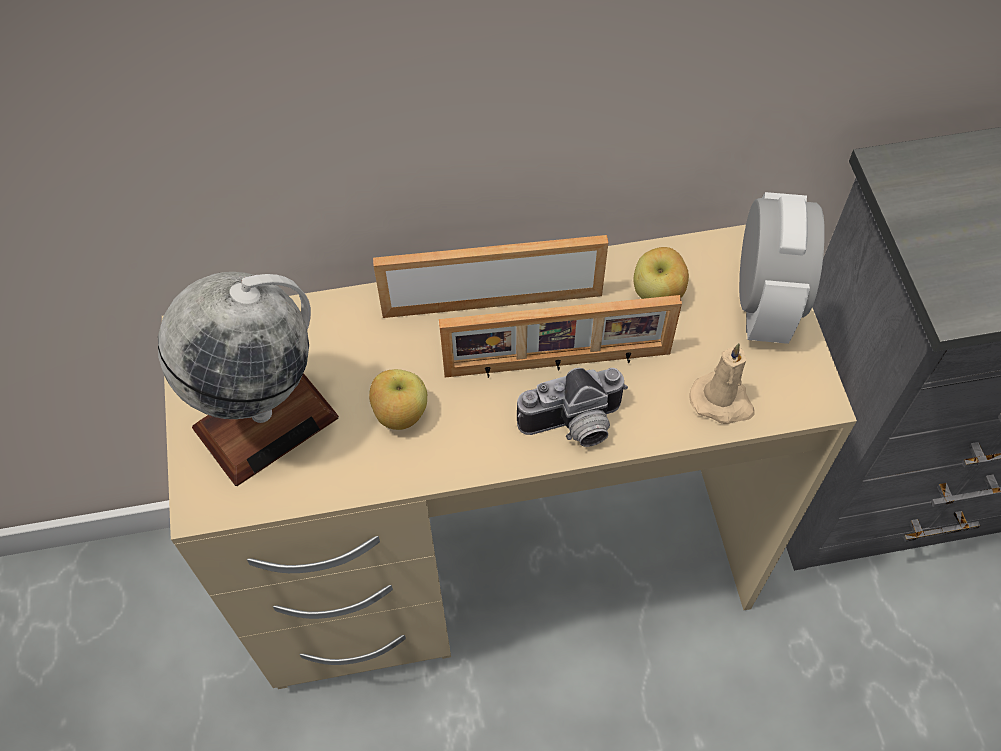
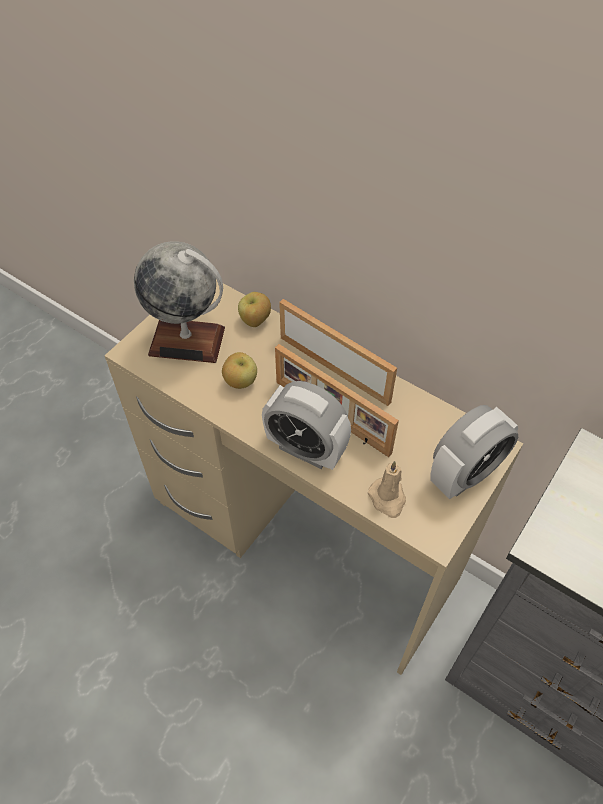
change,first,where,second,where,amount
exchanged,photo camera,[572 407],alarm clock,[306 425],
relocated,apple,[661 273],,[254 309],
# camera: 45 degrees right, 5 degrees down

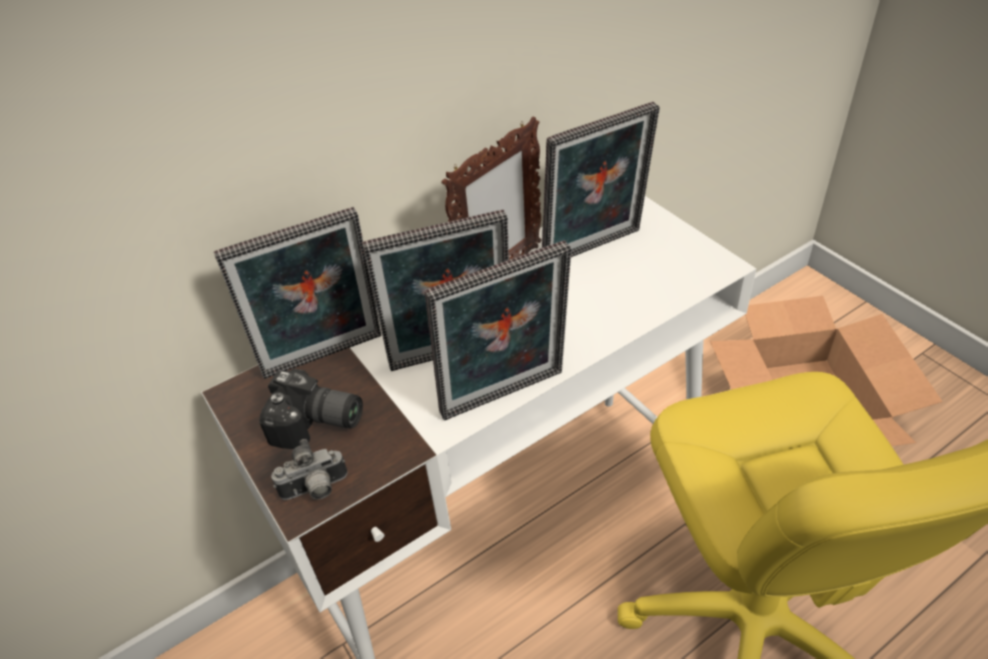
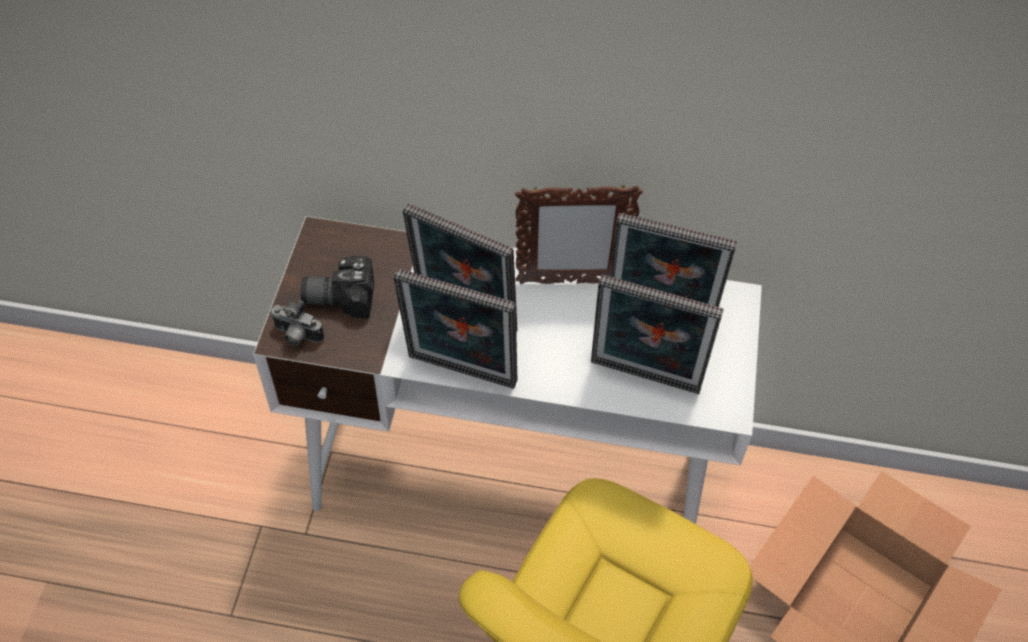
change,first,where,second,where,amount
relocated,picture frame,[297 293],,[657 334],
spun,photo camera,[311 409],,[337 287],120 degrees clockwise
# camera: 40 degrees right, 10 degrees up

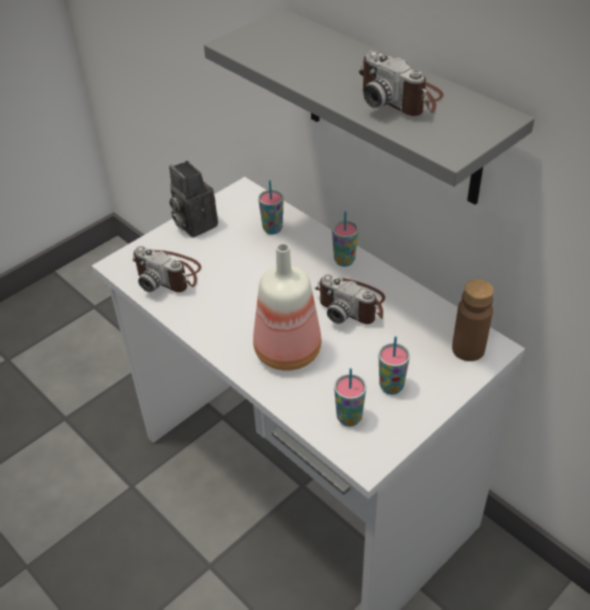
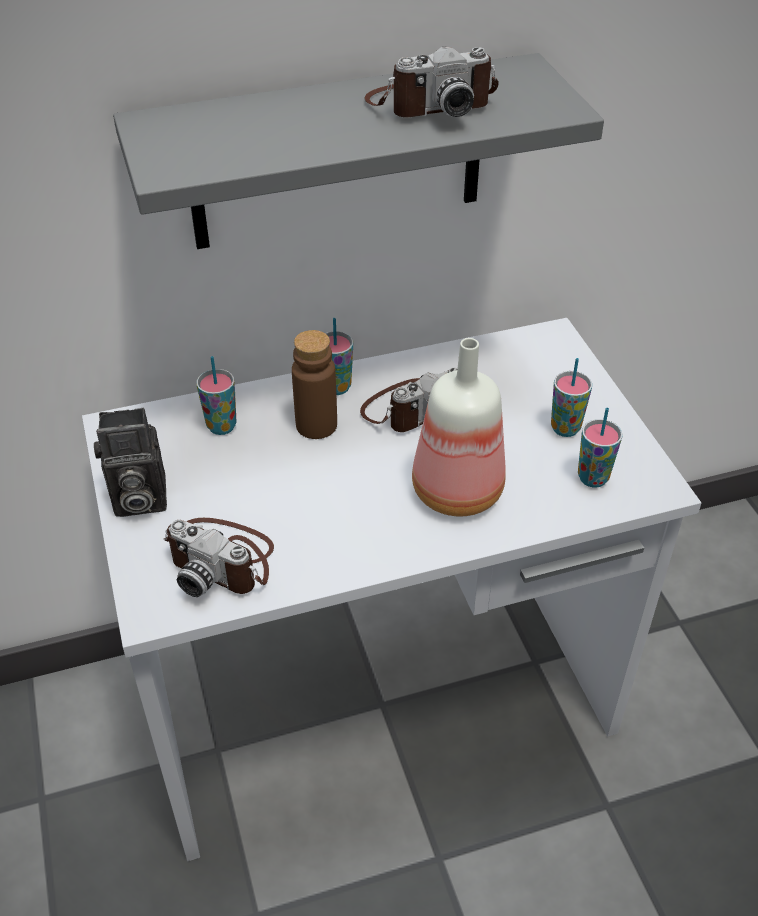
change,first,where,second,where,amount
spun,photo camera,[166 269],,[219 557],60 degrees clockwise
relocated,brown bottle,[473 320],,[314 384],
# camera: 65 degrees left, 0 degrees up

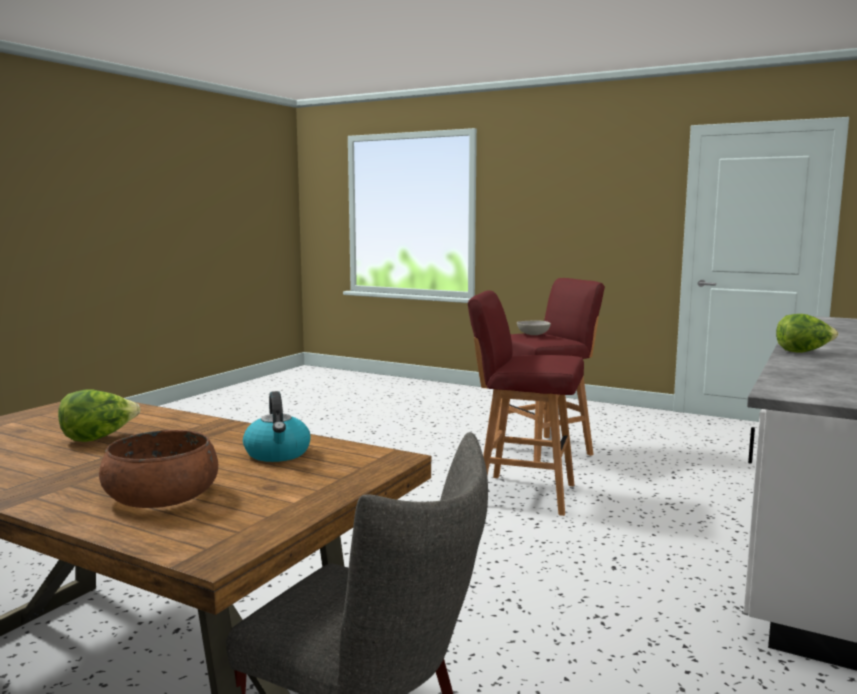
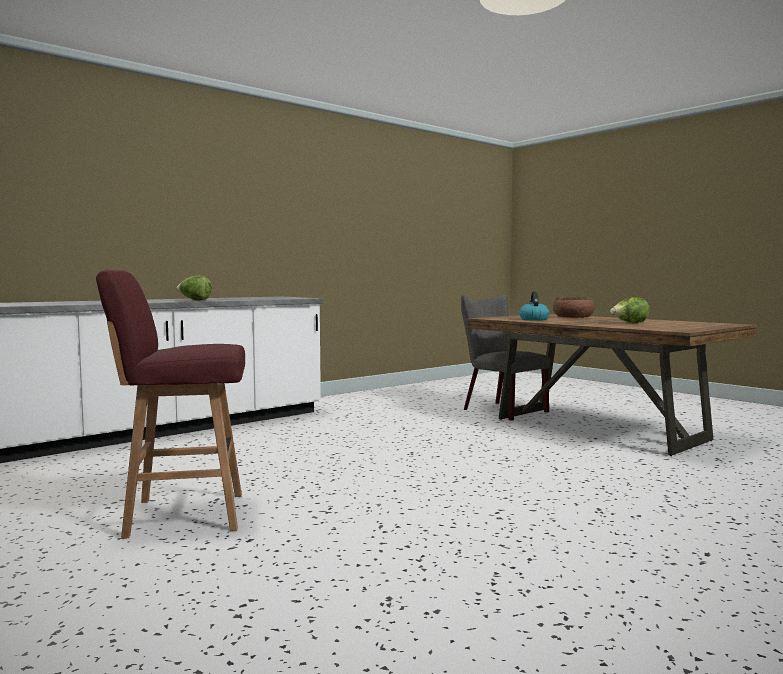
change,first,where,second,where,amount
missing,red stool,[526 403],,,
missing,grey bowl,[534 327],,,
# camera: 160 degrees left, 5 degrees down

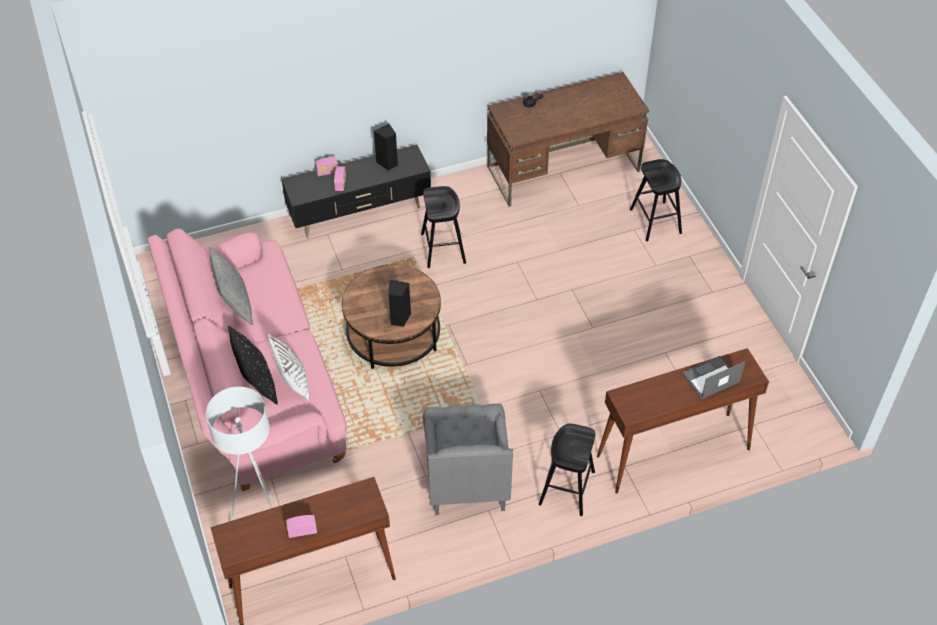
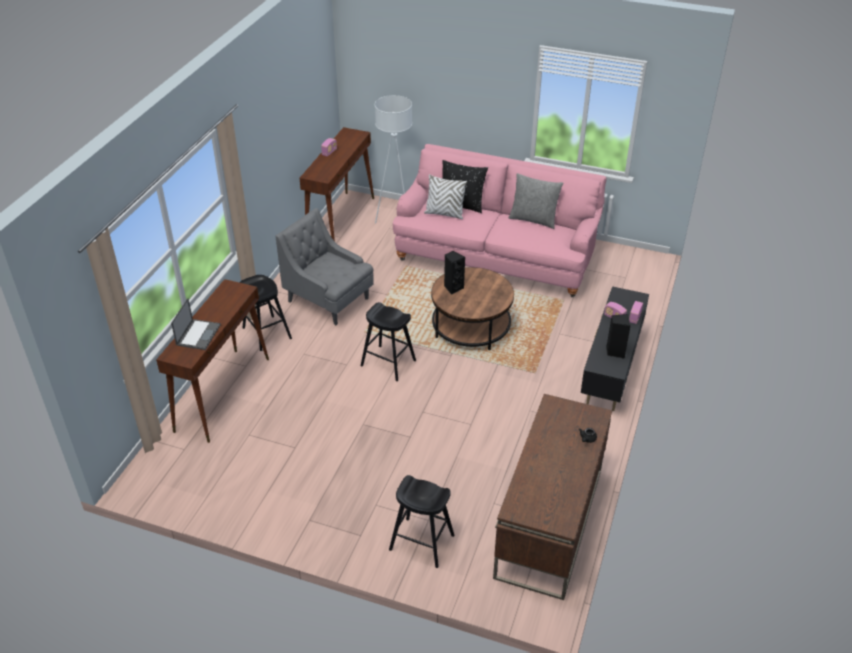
change,first,where,second,where,amount
relocated,black stool,[443 227],,[388 341],
# camera: 130 degrees right, 10 degrees down

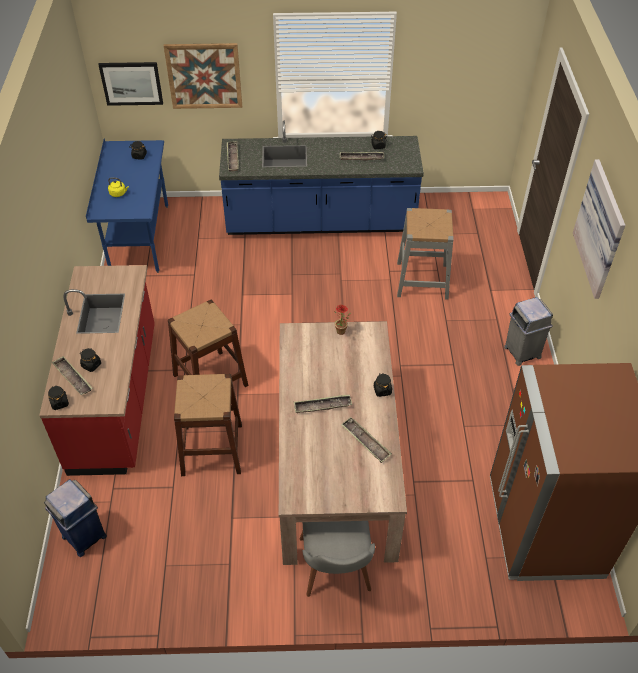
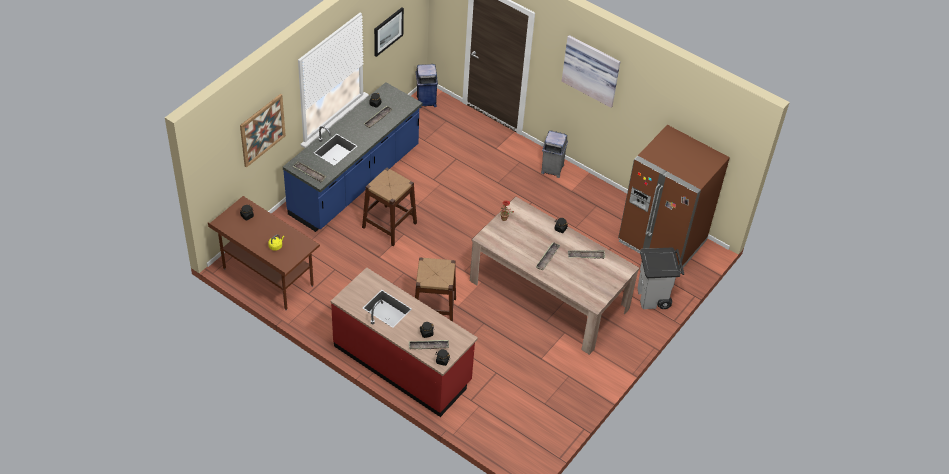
change,first,where,second,where,amount
relocated,blue trash can,[75 518],,[427 86],
colour,blue desk,[127 205],brown desk,[264 253],
relocated,picture,[130 84],,[389 32],
relocated,brown stool,[208 425],,[389 207],
missing,grey chair,[337 559],,,
missing,grey stool,[425 253],,,
appeared,,,grey trash can,[660 278],
# camera: 55 degrees left, 0 degrees up

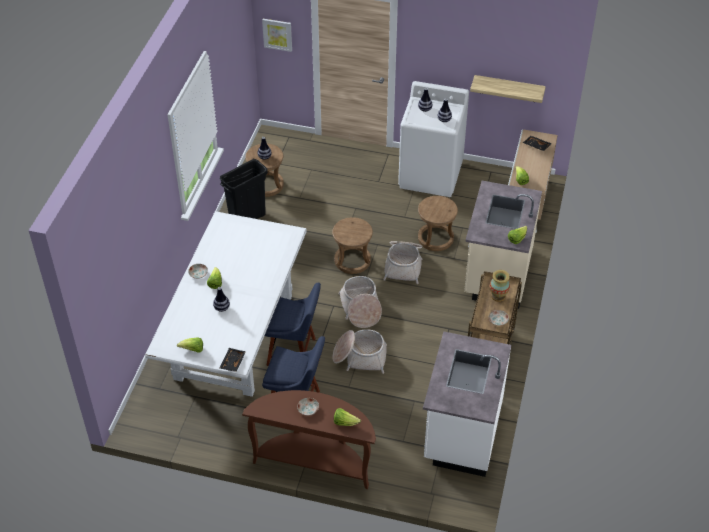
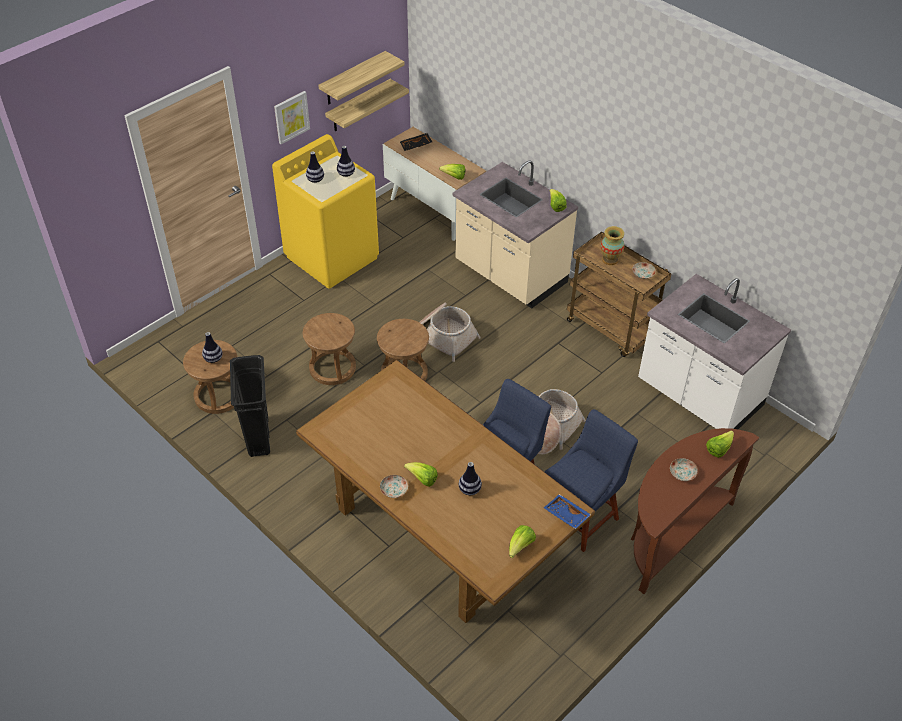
change,first,where,second,where,amount
colour,white dining table,[226 304],brown dining table,[445 491],
colour,black tray,[233 360],blue tray,[567 511],
relocated,picture,[277 35],,[292 117],
missing,basket,[360 302],,,
colour,white washing machine,[433 139],yellow washing machine,[325 211],
relocated,brown stool,[438 223],,[329 349],
appeared,,,shelf,[361 77],
# camera: 60 degrees left, 0 degrees up

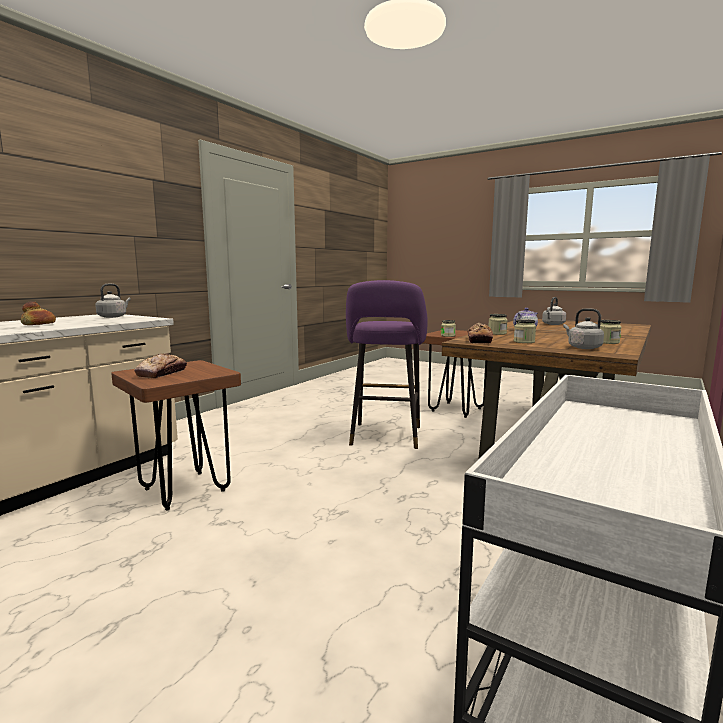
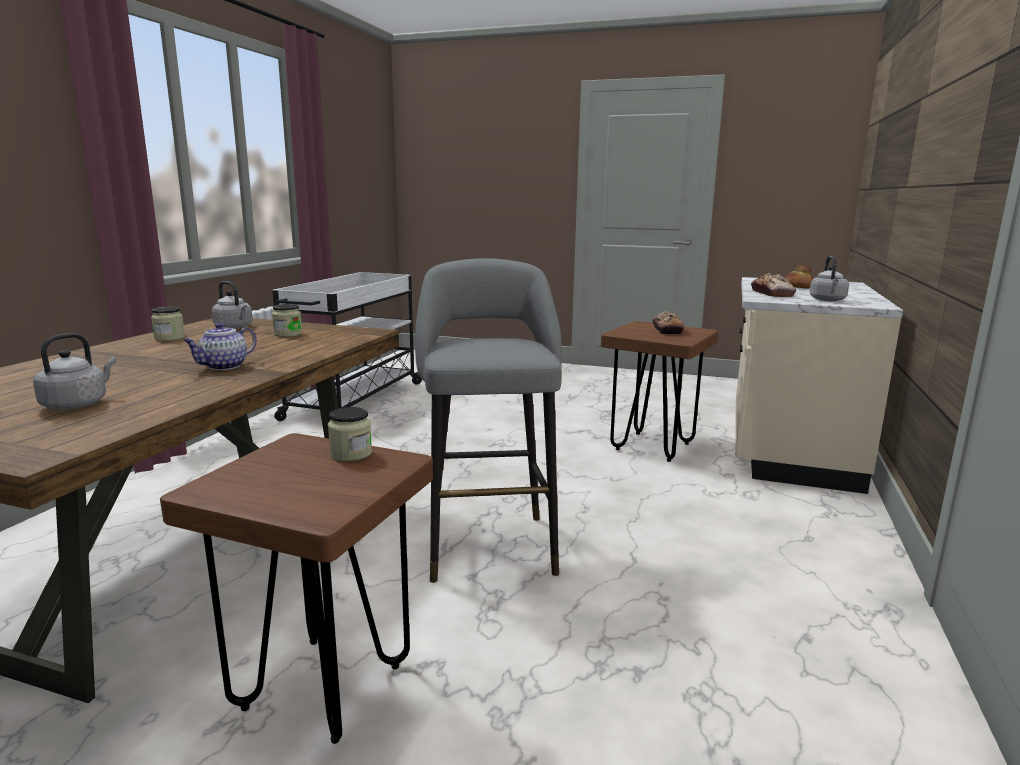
change,first,where,second,where,amount
colour,purple stool,[386 364],grey stool,[488 420],
relocated,bread,[480 333],,[773 285],
missing,jar,[498 324],,,
# camera: 165 degrees right, 5 degrees up

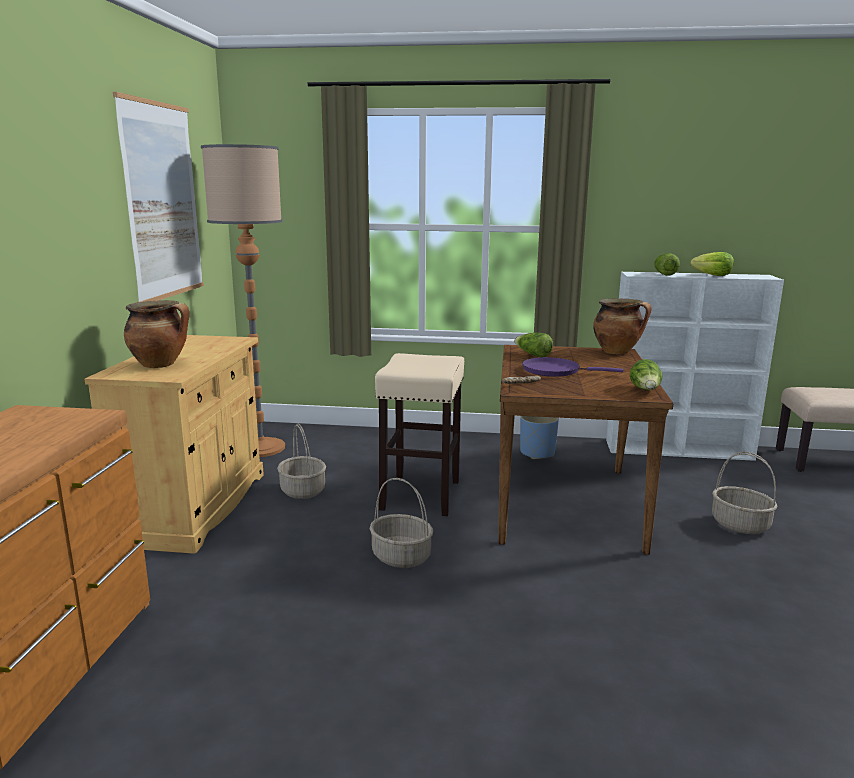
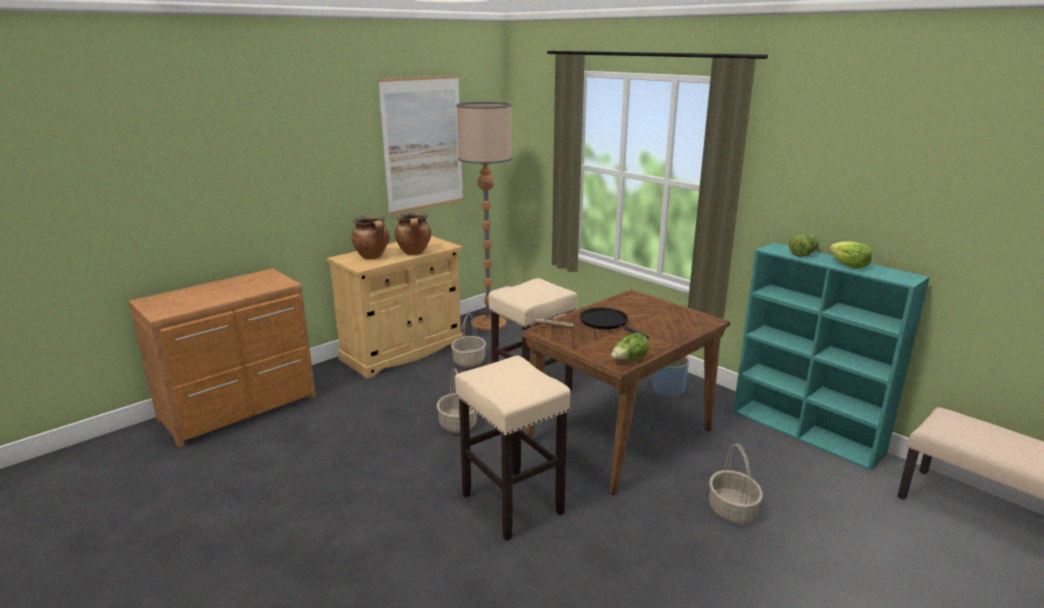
change,first,where,second,where,amount
missing,lettuce,[533 345],,,
colour,purple frying pan,[572 367],black frying pan,[614 323],
relocated,cooking pot,[622 326],,[413 233],
colour,white bookcase,[695 366],turquoise bookcase,[831 356],
appeared,,,beige stool,[513 448],
# camera: 40 degrees right, 5 degrees up

